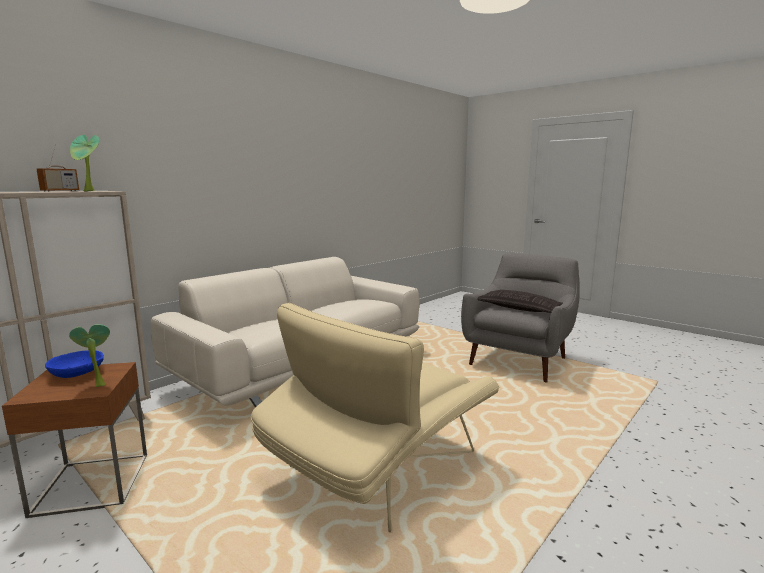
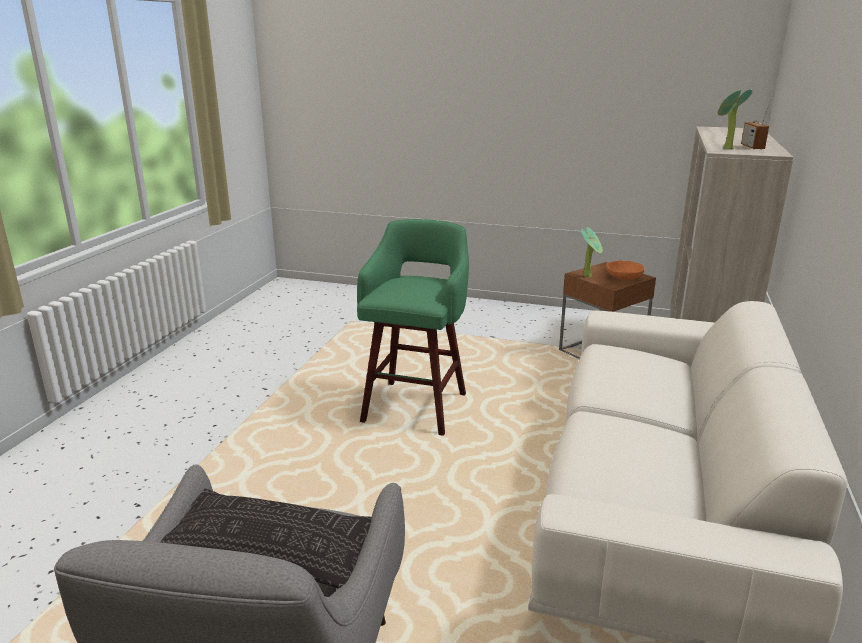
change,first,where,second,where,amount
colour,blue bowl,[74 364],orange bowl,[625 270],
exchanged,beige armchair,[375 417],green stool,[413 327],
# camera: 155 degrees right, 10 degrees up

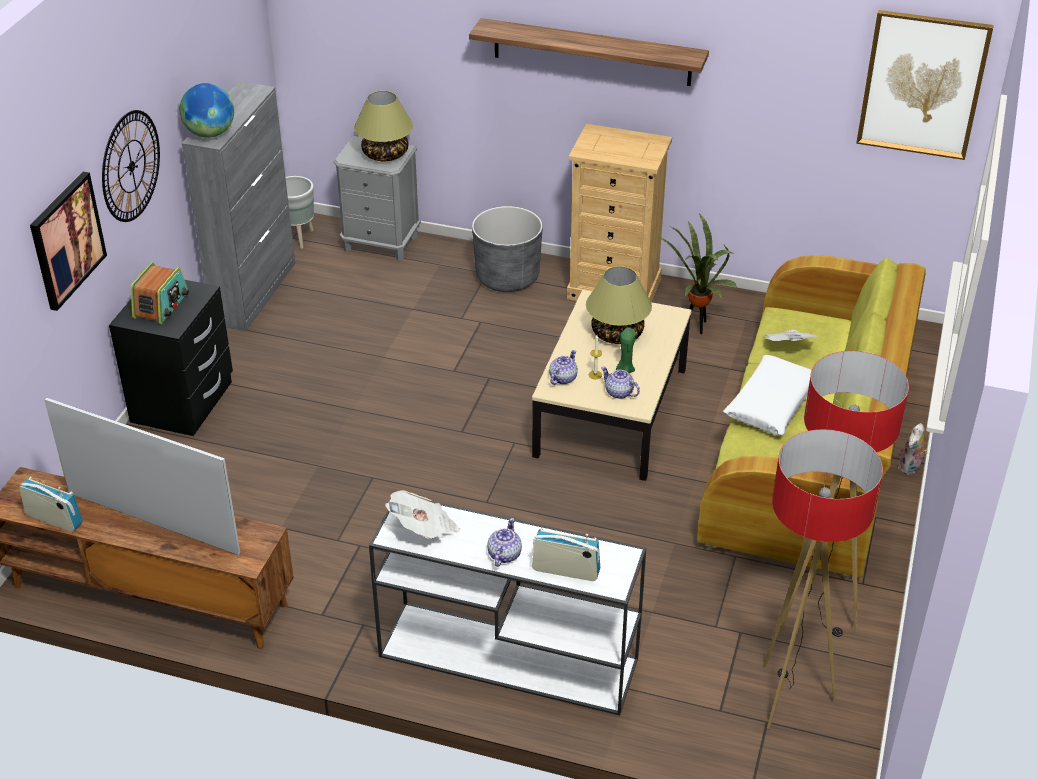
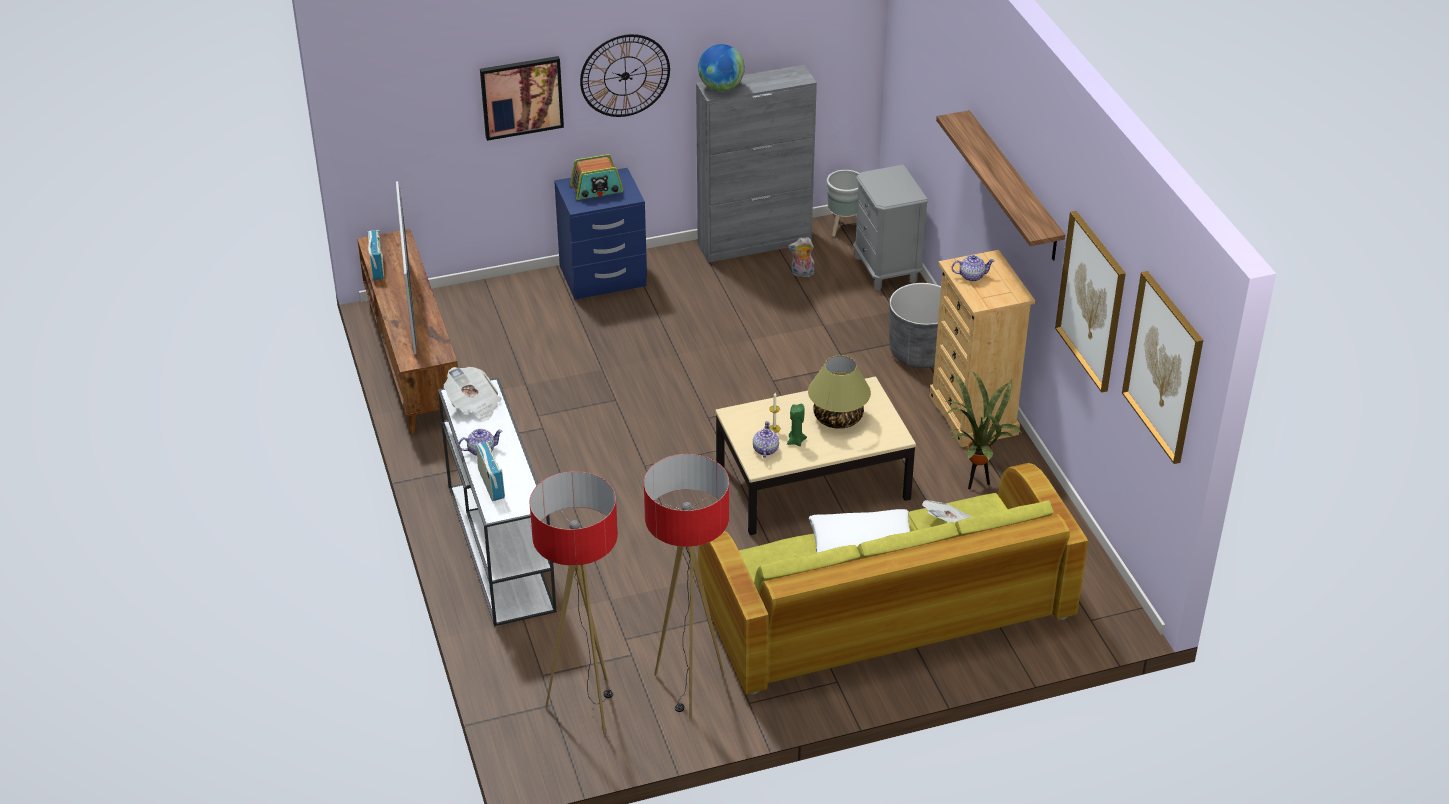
change,first,where,second,where,amount
colour,black nightstand,[171 358],blue nightstand,[600 234],
missing,table lamp,[383 126],,,
relocated,teapot,[563 367],,[973 268],
relocated,plush toy,[913 449],,[801 257],
appeared,,,picture,[1090 302],
# camera: 55 degrees right, 0 degrees up

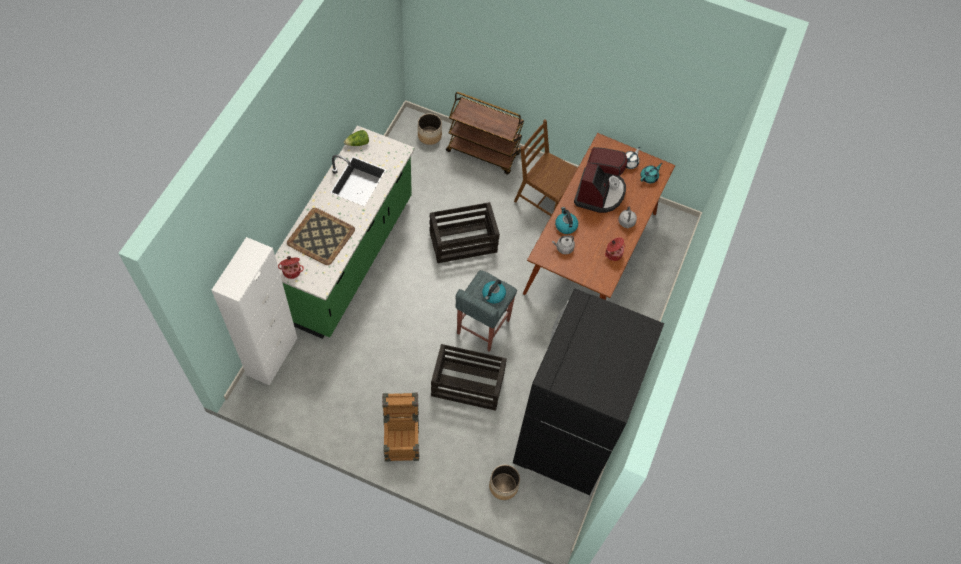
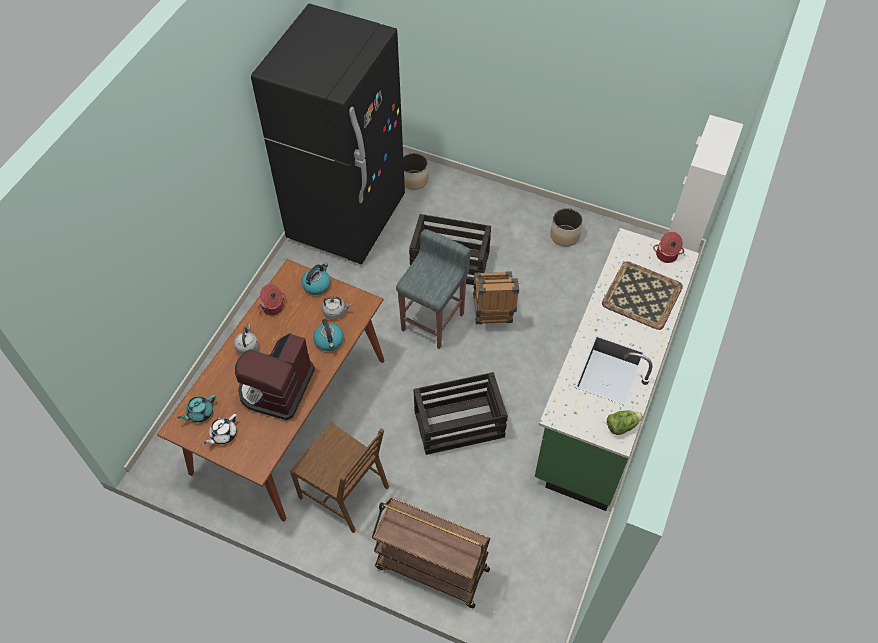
change,first,where,second,where,amount
relocated,crate,[400 427],,[496 297],
relocated,planter,[430 129],,[566 227],
relocated,kettle,[494 291],,[316 279],
# camera: 175 degrees left, 5 degrees down

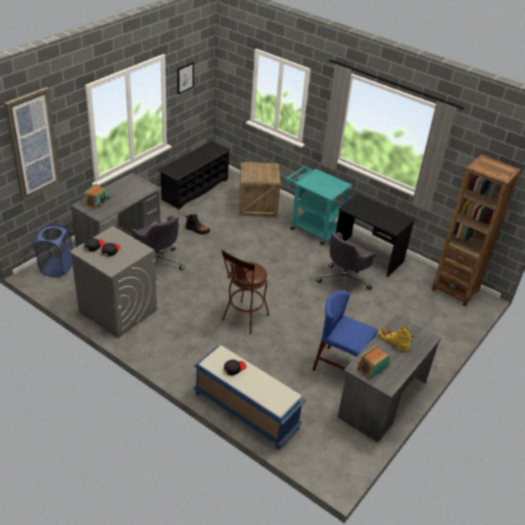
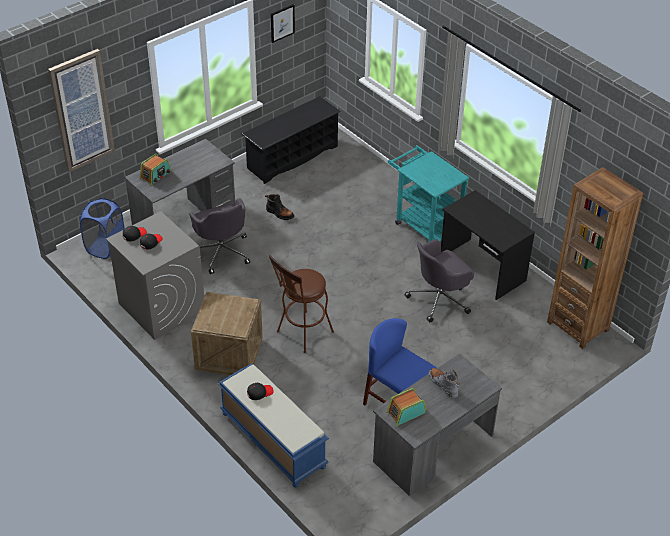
change,first,where,second,where,amount
relocated,crate,[260 189],,[227 333],
colour,yellow boot,[396 338],grey boot,[444 383],
# camera: 15 degrees right, 5 degrees up

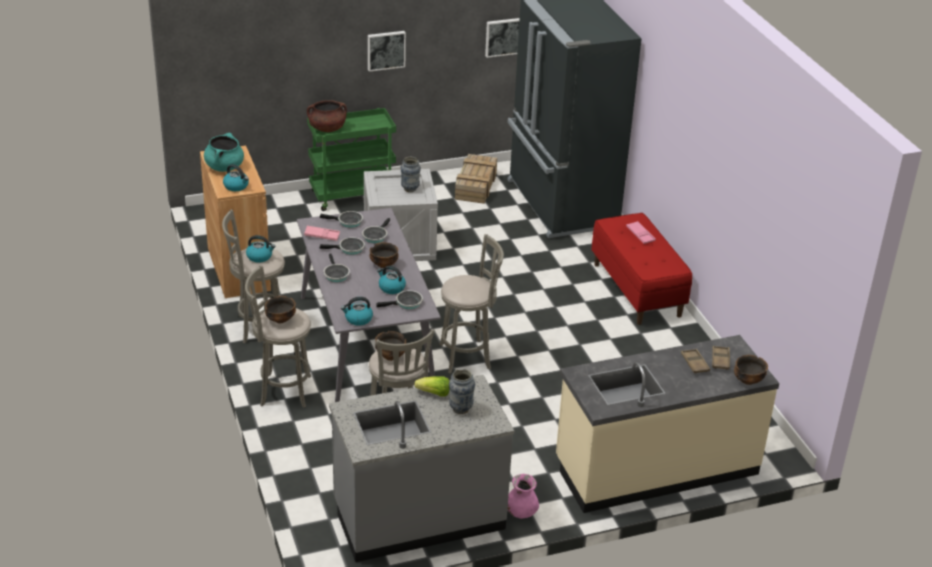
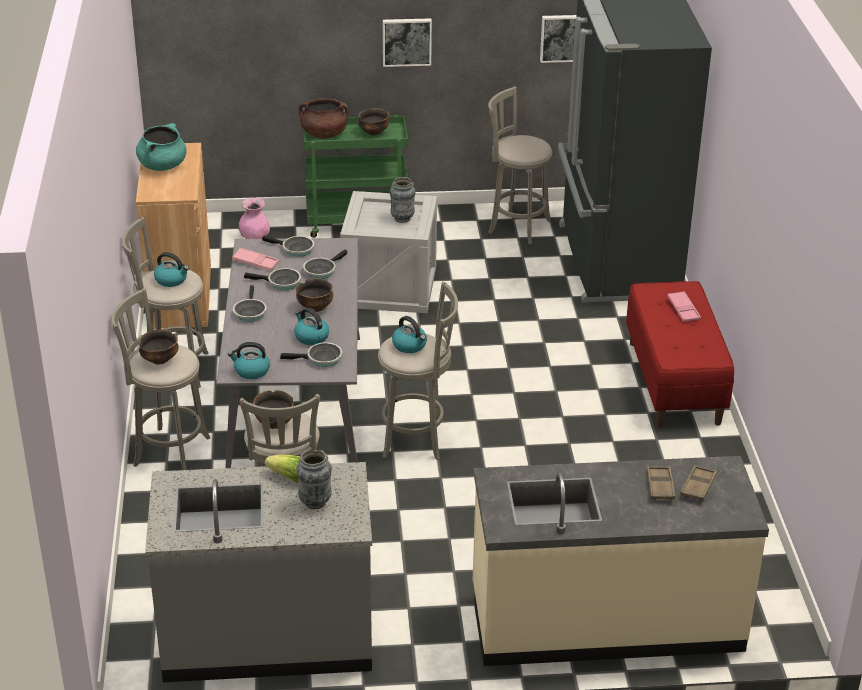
change,first,where,second,where,amount
relocated,kettle,[236 177],,[409 334],
exchanged,crate,[476 179],grey stool,[520 165],
relocated,pink vase,[523 496],,[254 218],
relocated,bowl,[751 370],,[374 121],
# camera: 15 degrees right, 0 degrees up

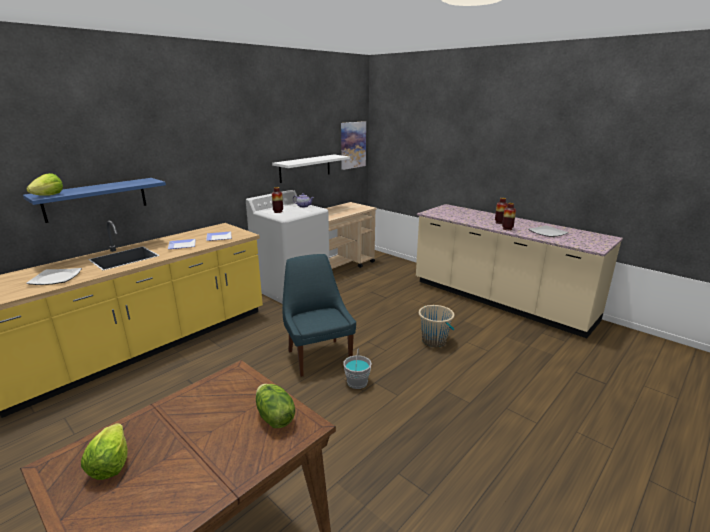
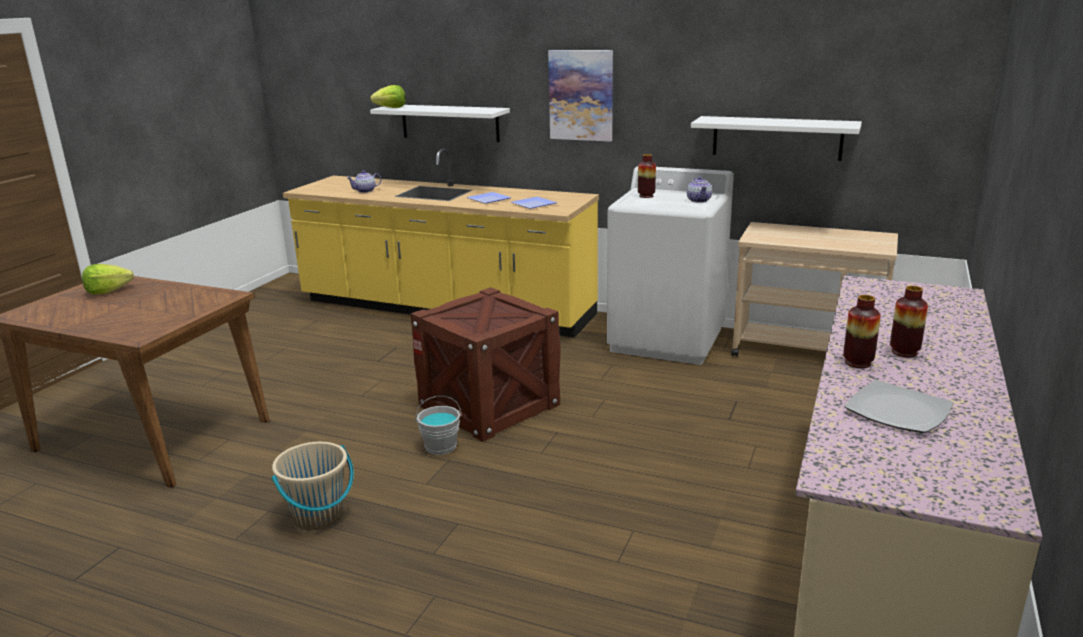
change,first,where,second,where,amount
colour,blue shelf,[94 200],white shelf,[440 123],
exchanged,plate,[54 276],teapot,[364 181],
missing,lettuce,[275 406],,,
exchanged,blue chair,[319 315],crate,[486 364],
relocated,picture,[353 145],,[580 96],
relocated,beige bucket,[436 326],,[313 486],
# camera: 70 degrees right, 0 degrees up

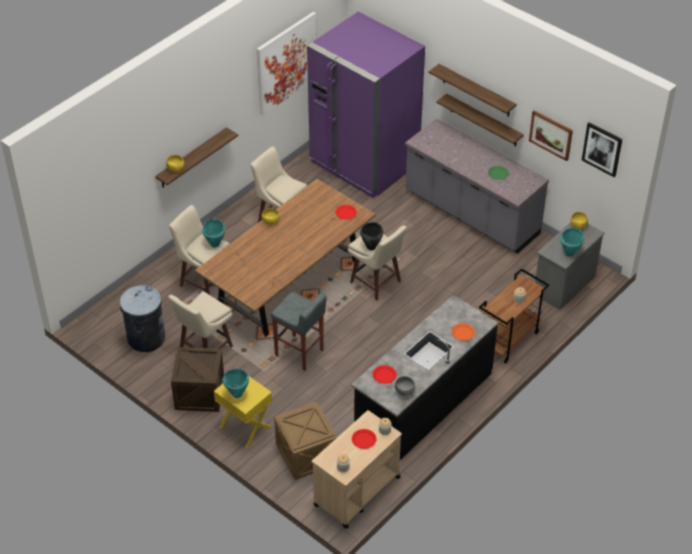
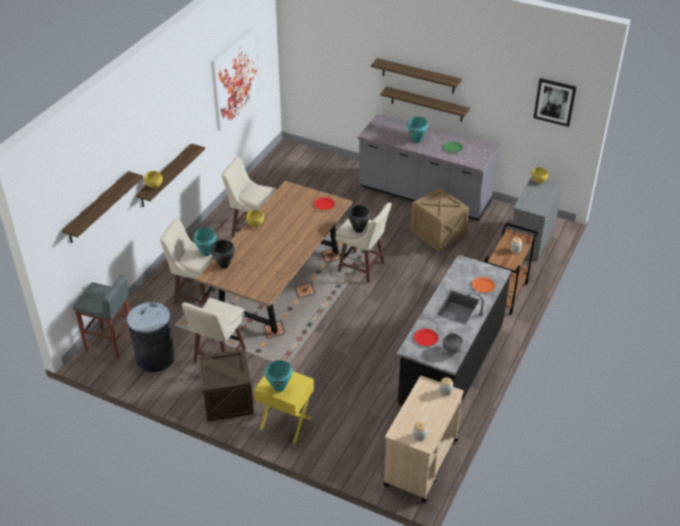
change,first,where,second,where,amount
relocated,grey stool,[299 331],,[102 317],
relocated,crate,[305 441],,[439 219],
missing,purple fridge,[366 105],,,
missing,red plate,[364 439],,,
missing,picture,[551 135],,,
relocated,turquoise cooking pot,[572 242],,[418 129],
appeared,,,shelf,[102 207],
appeared,,,black cooking pot,[222 254],
# camera: 15 degrees left, 5 degrees down

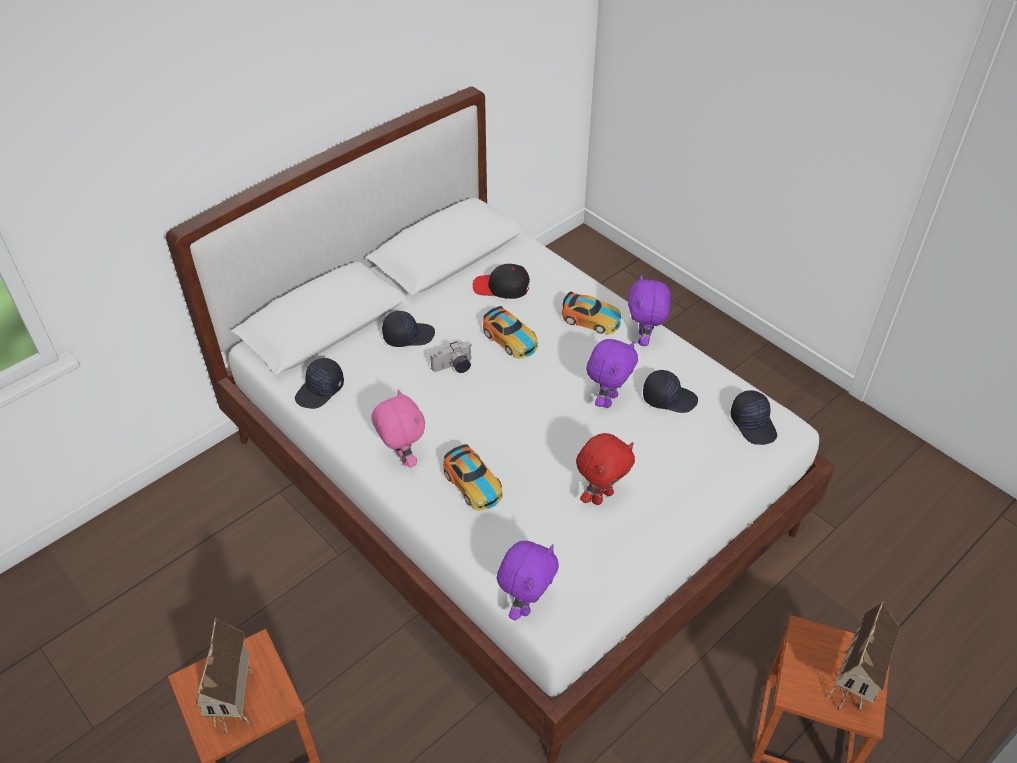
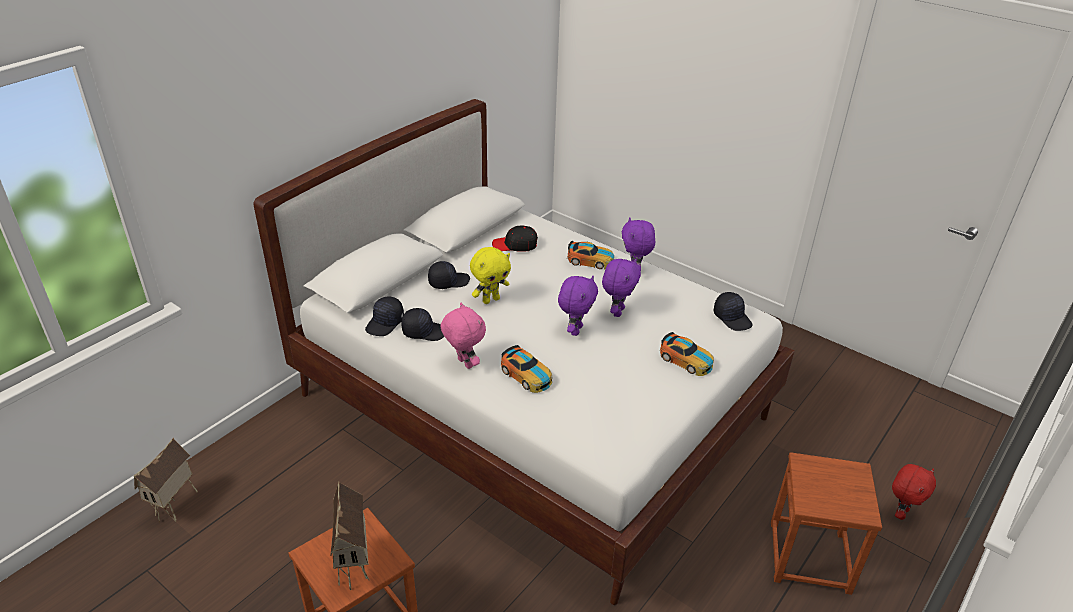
change,first,where,second,where,amount
exchanged,photo camera,[451 357],yellow plush toy,[490 275],
relocated,toy car,[510 332],,[687 354],
relocated,purple plush toy,[528 580],,[578 306],
relocated,red plush toy,[605 469],,[914 492],
relocated,black cap,[670 391],,[423 324],
relocated,toy house,[863 656],,[165 480],
# camera: 10 degrees left, 10 degrees down

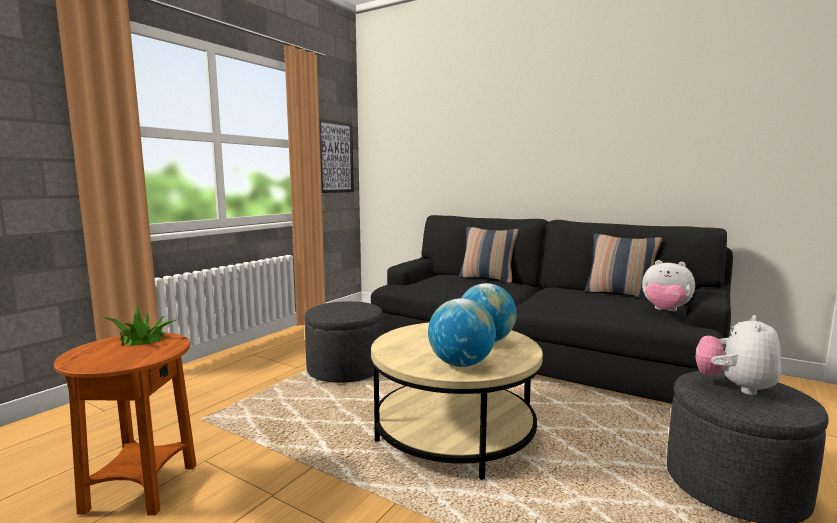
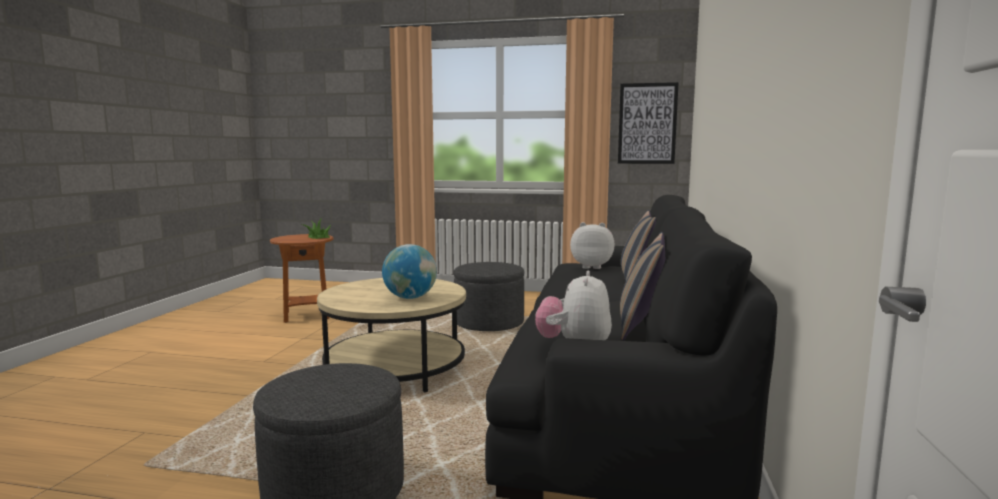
change,first,where,second,where,amount
missing,globe,[462 332],,,
relocated,plush toy,[738 355],,[592 245],
# camera: 70 degrees right, 0 degrees up

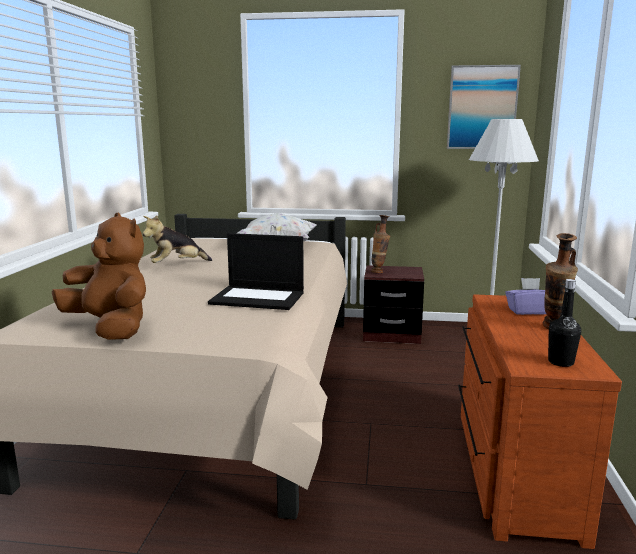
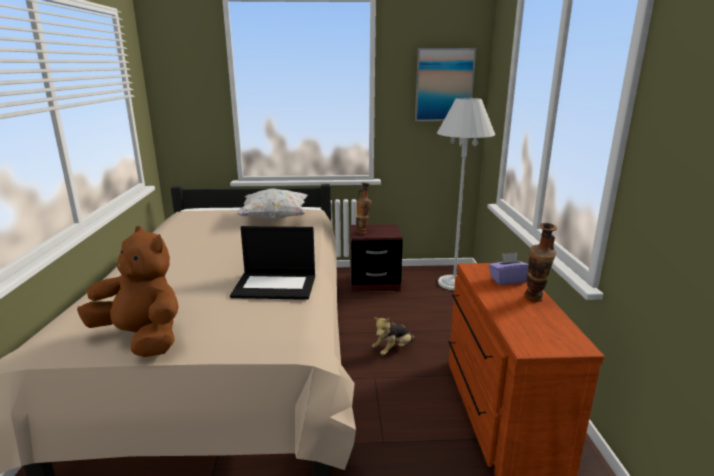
change,first,where,second,where,amount
relocated,plush toy,[177 239],,[393 336],
missing,black bottle,[564 323],,,
# camera: 10 degrees left, 5 degrees up

